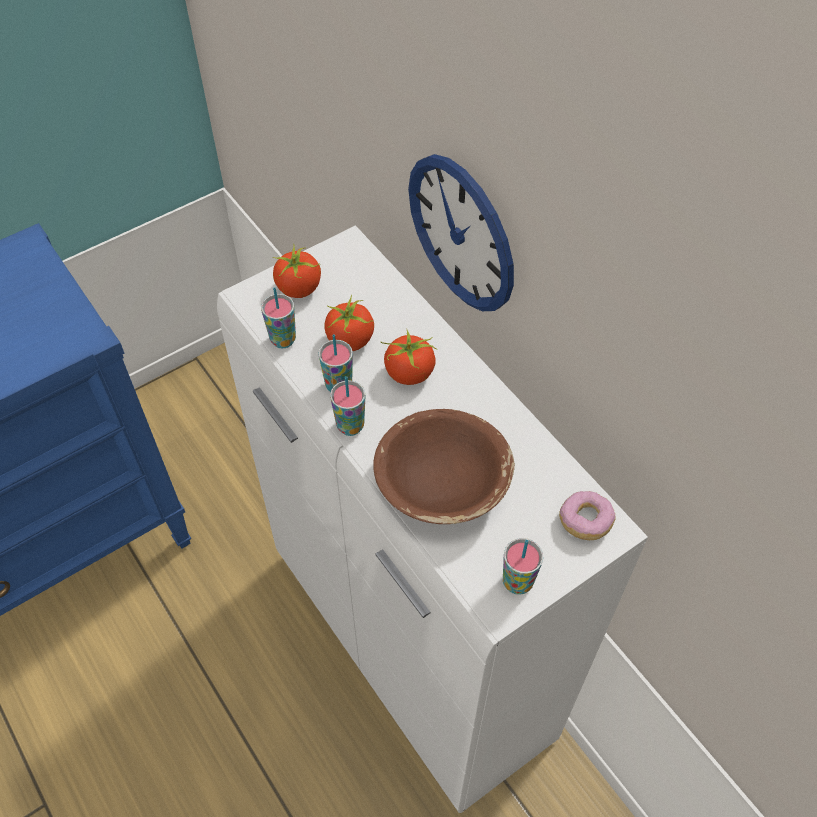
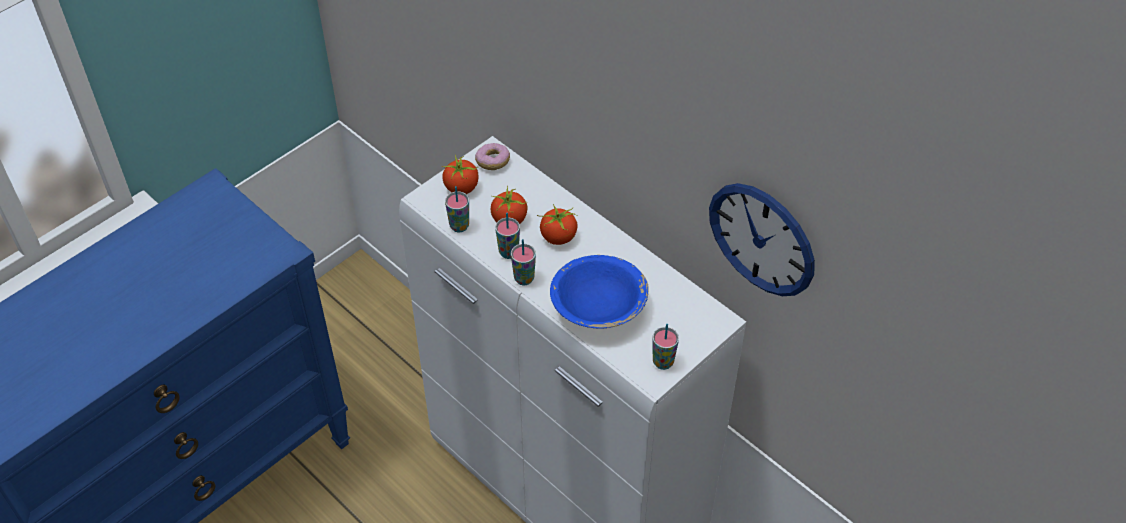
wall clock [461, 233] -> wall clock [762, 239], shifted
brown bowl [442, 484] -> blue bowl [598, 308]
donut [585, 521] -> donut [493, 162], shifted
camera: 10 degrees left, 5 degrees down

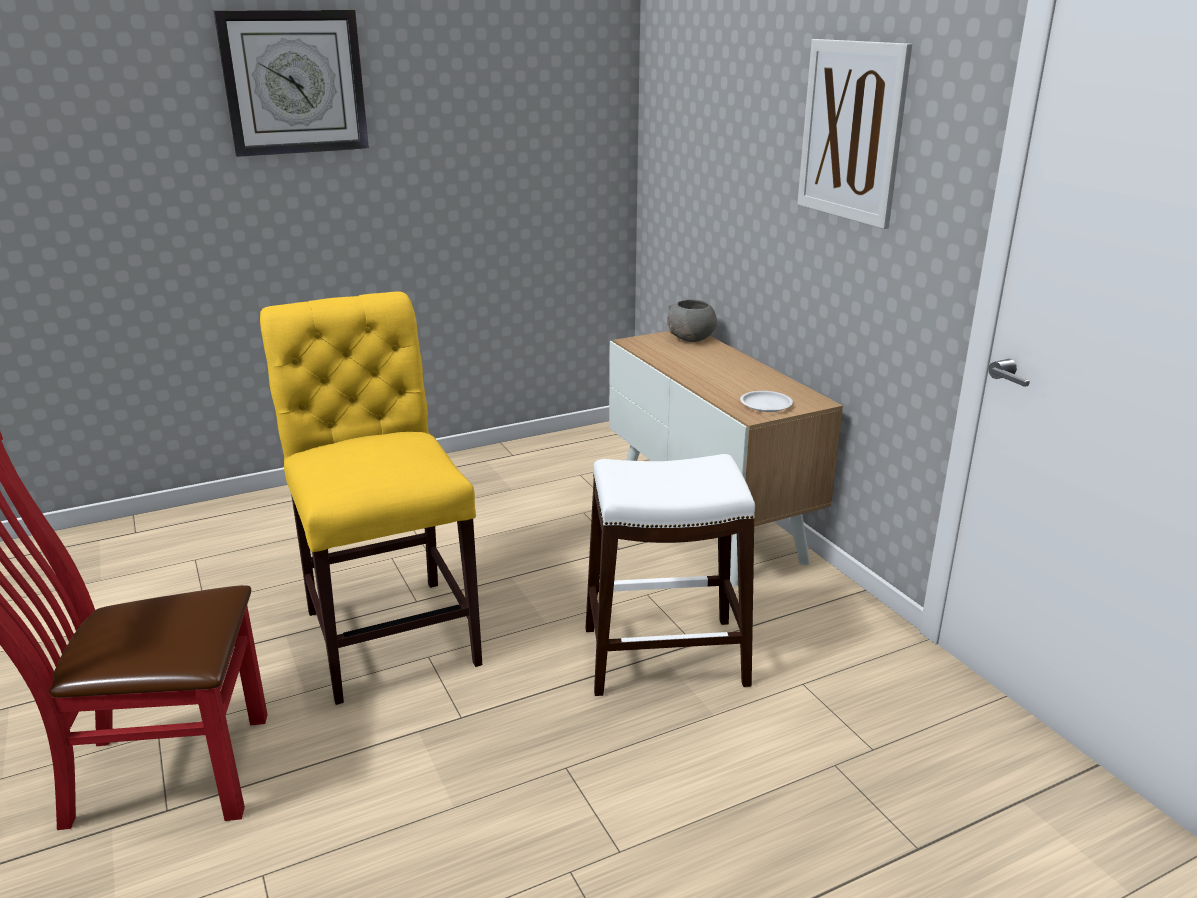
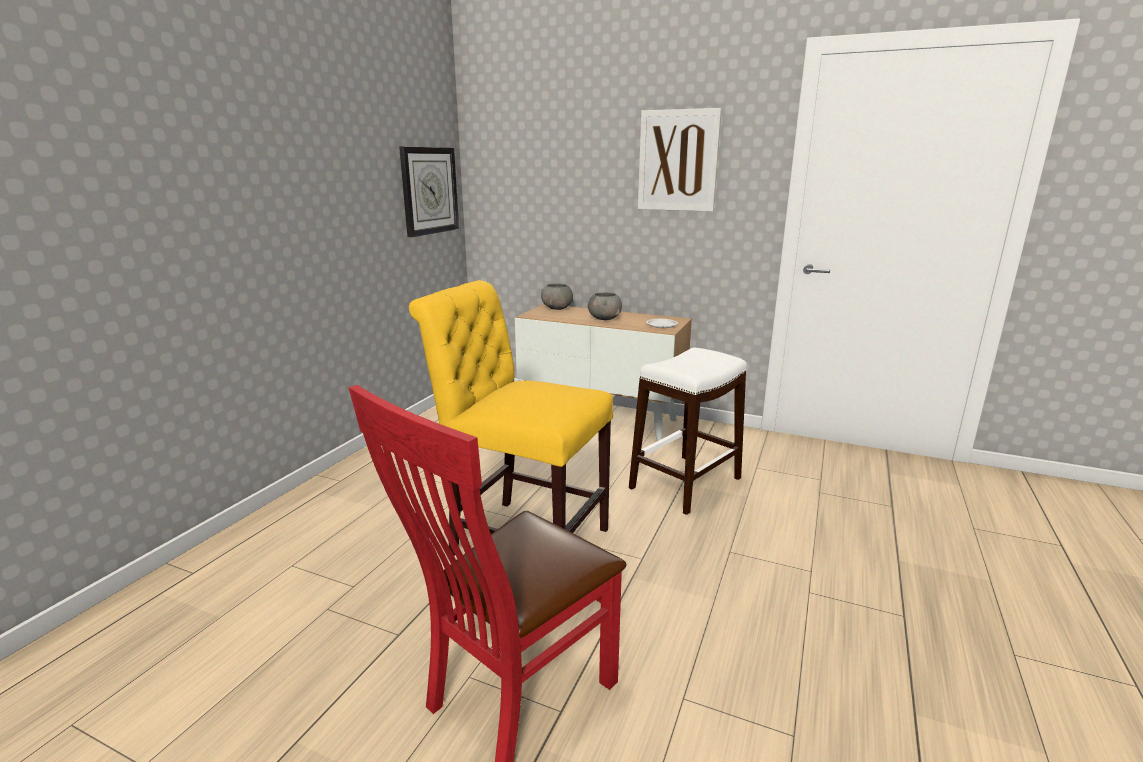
wall clock [294, 82] -> wall clock [429, 190], shifted
none -> grey bowl [604, 318]
camera: 40 degrees left, 5 degrees down

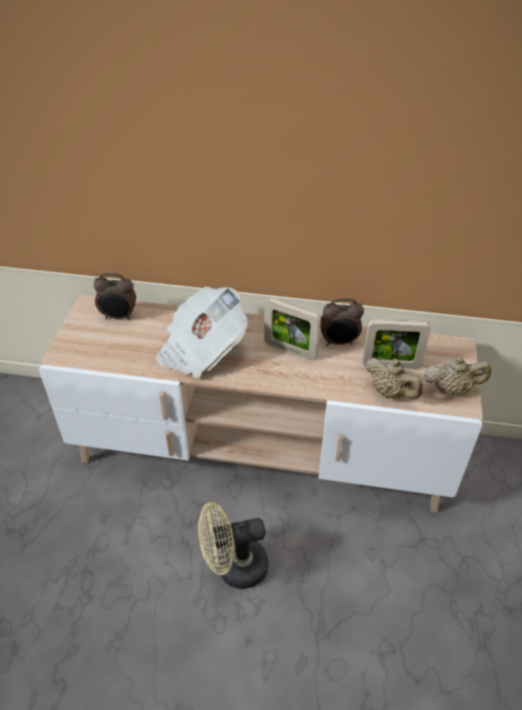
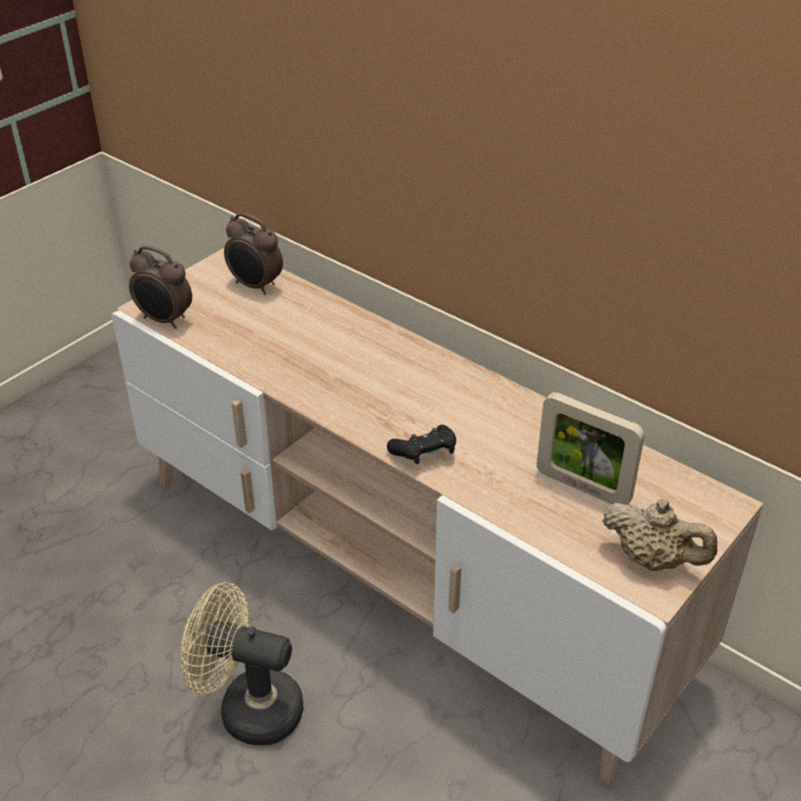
newspaper [201, 349] -> none
picture frame [290, 350] -> none
alarm clock [339, 342] -> alarm clock [164, 320], shifted
beige teapot [390, 392] -> none
none -> black game controller [424, 454]
camera: 30 degrees right, 5 degrees down

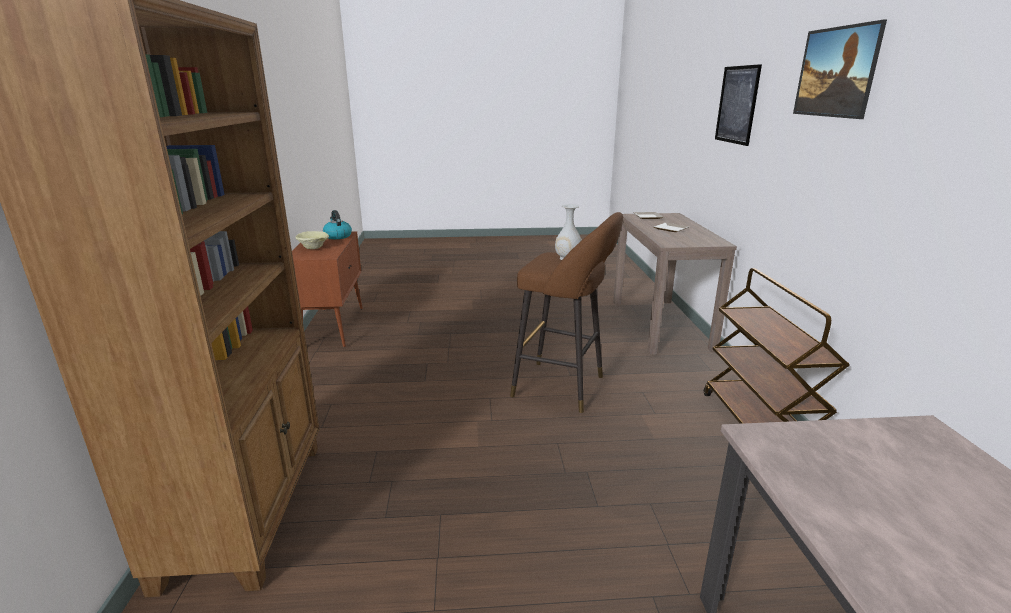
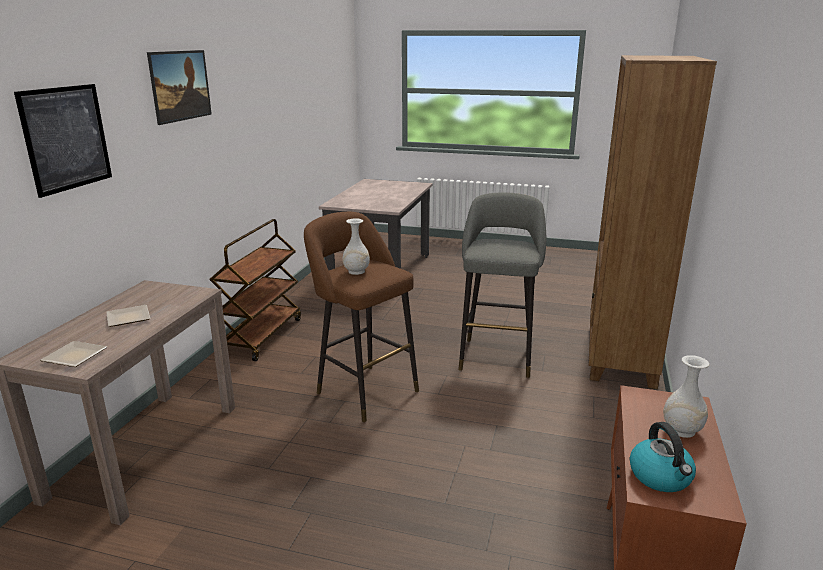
beige bowl [314, 247] -> white vase [681, 430]
none -> grey stool [496, 355]
camera: 160 degrees left, 0 degrees up

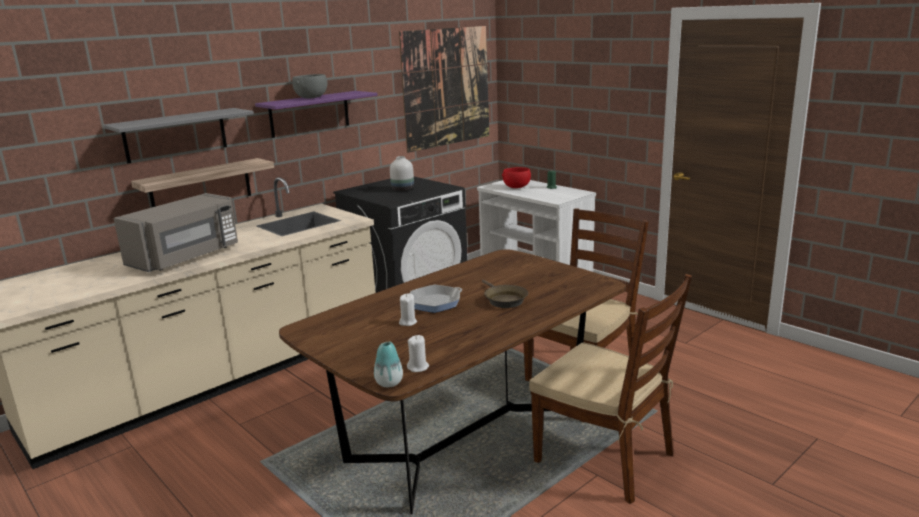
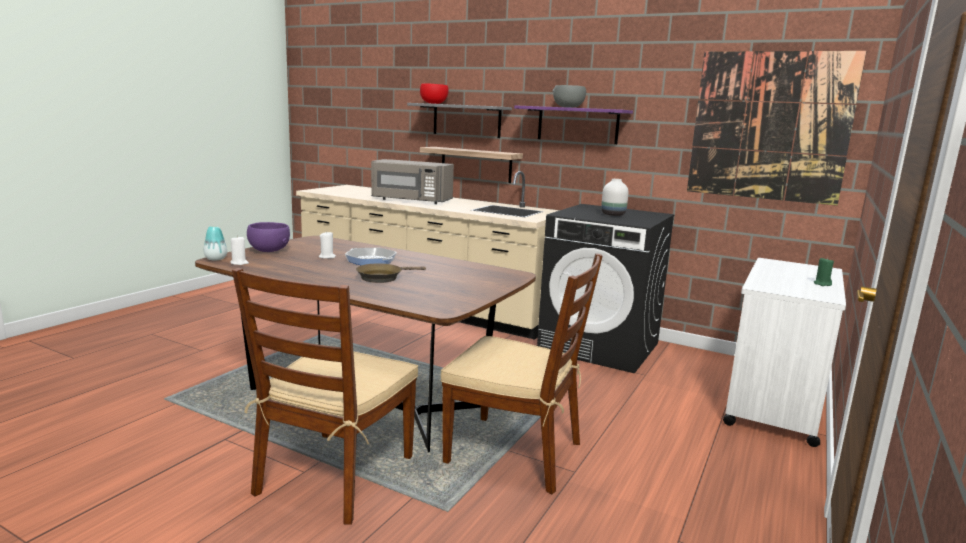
red bowl [517, 187] -> red bowl [433, 103], shifted
none -> purple bowl [269, 250]
camera: 70 degrees right, 5 degrees down

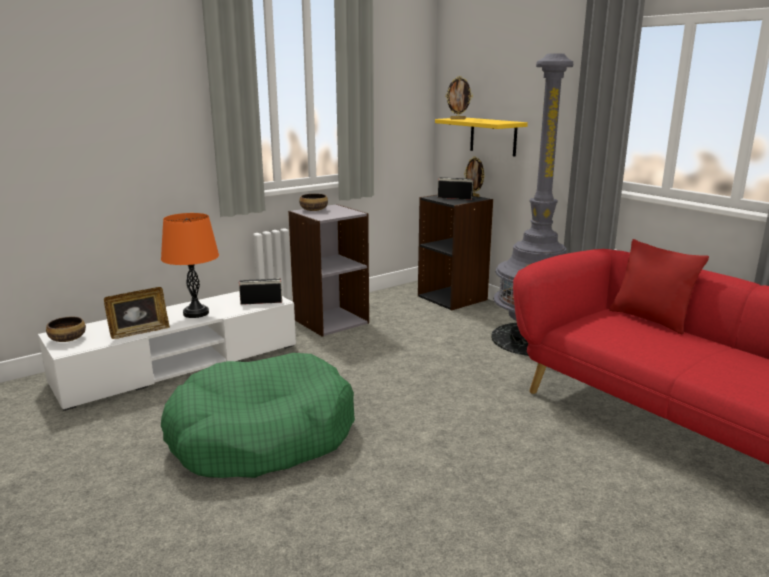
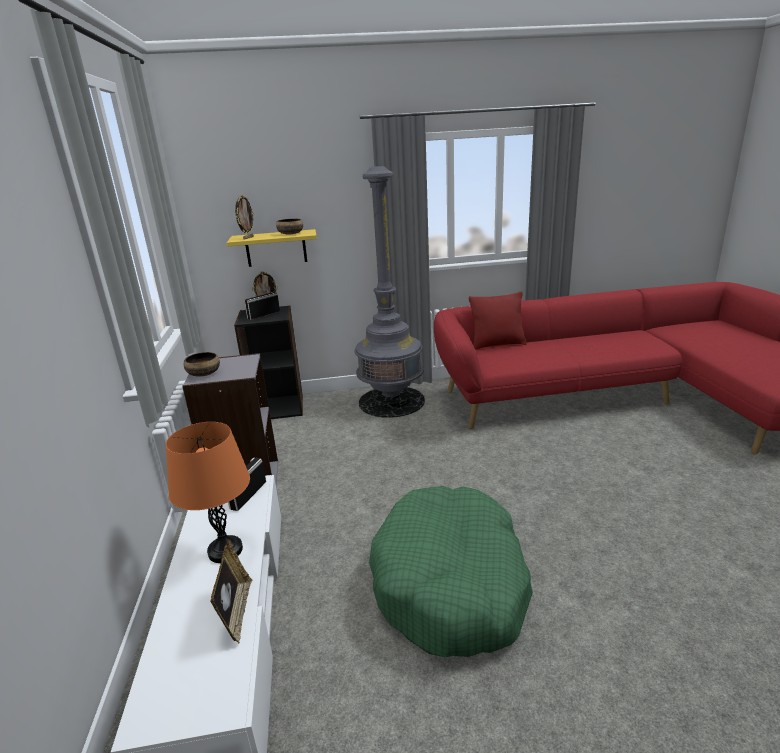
bowl [68, 338] -> bowl [290, 234], shifted
camera: 60 degrees left, 5 degrees up

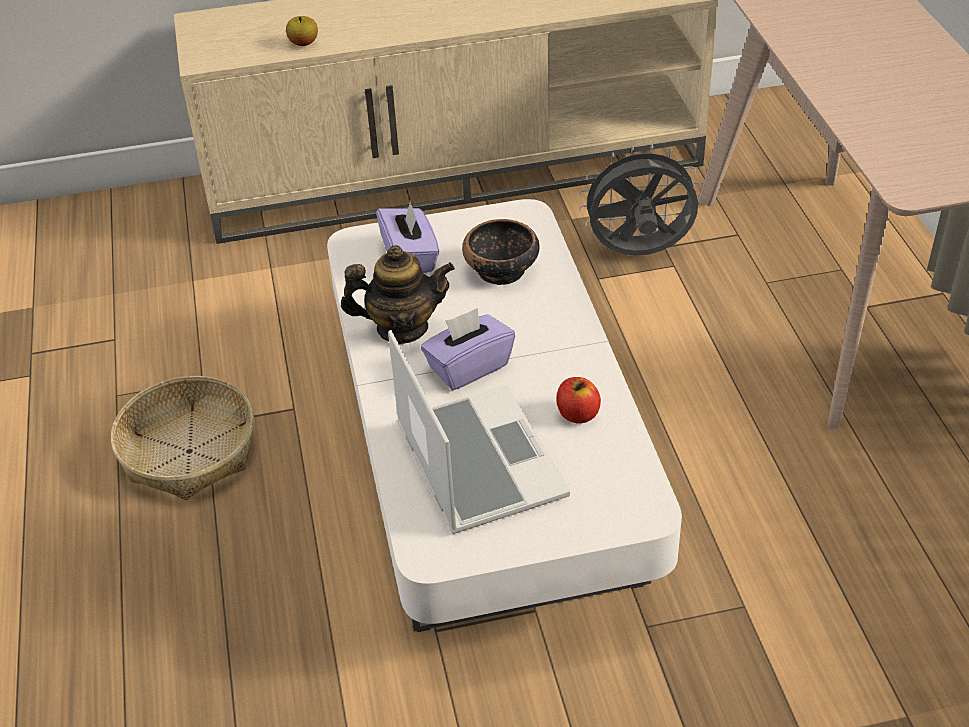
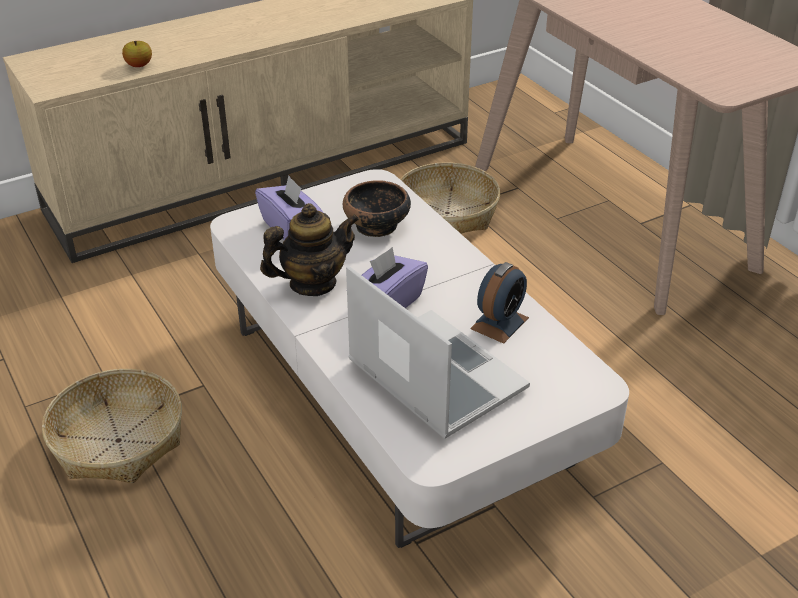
grey fan [638, 254] -> basket [447, 213]
apple [577, 414] -> alarm clock [499, 323]
camera: 20 degrees left, 5 degrees down

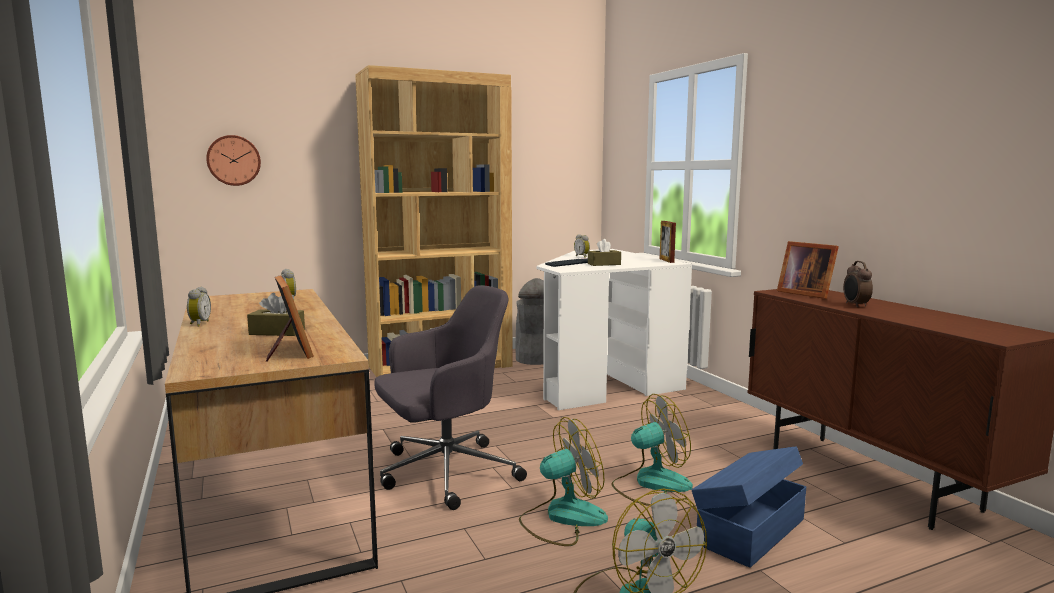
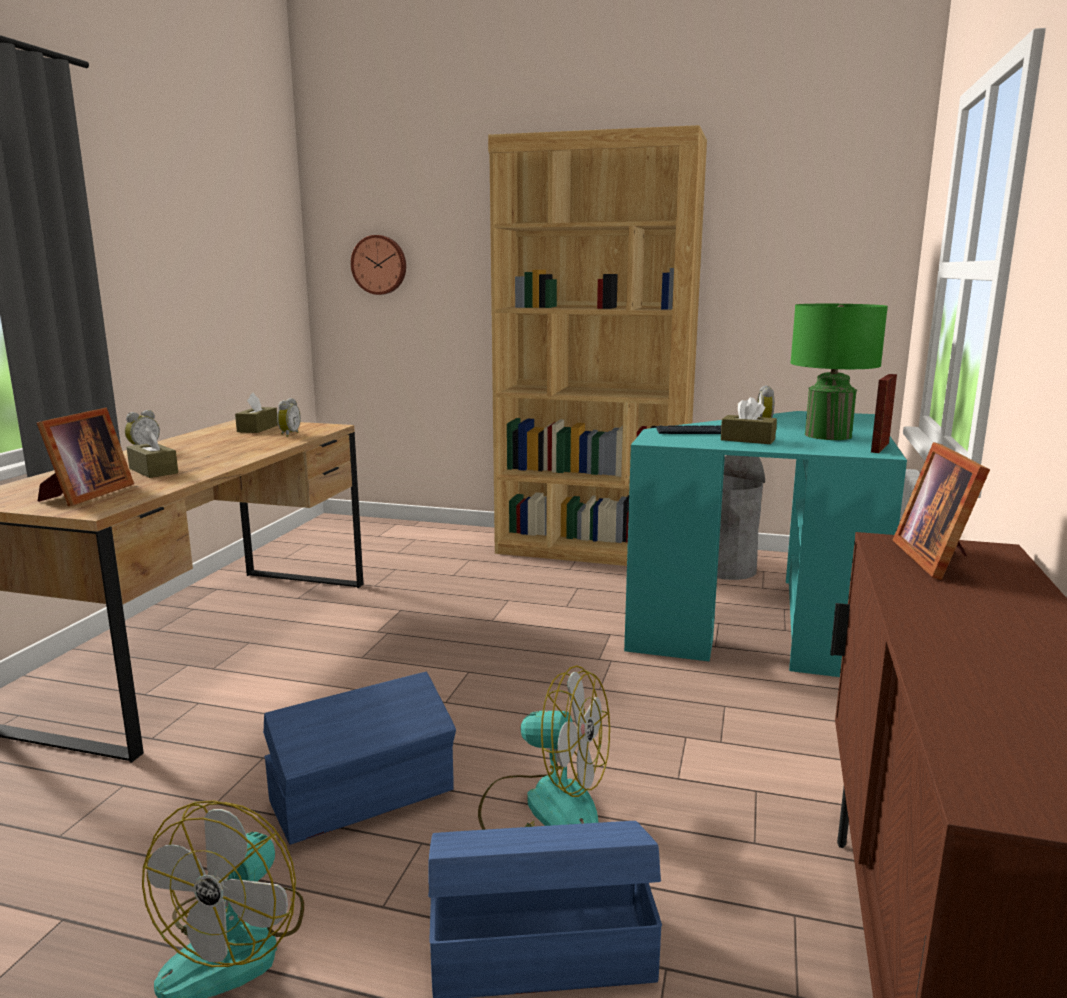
white desk [602, 379] -> turquoise desk [768, 625]
alarm clock [855, 305] -> none
grey office chair [445, 473] -> none
fan [562, 518] -> blue storage box [365, 796]
none -> green table lamp [828, 435]
none -> brown tissue box [257, 428]
camera: 40 degrees right, 5 degrees up

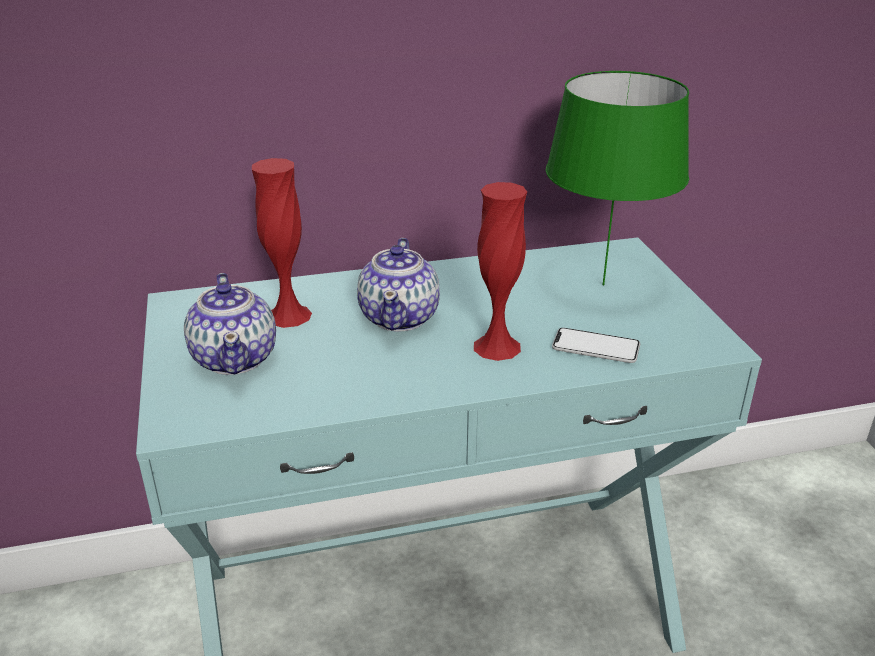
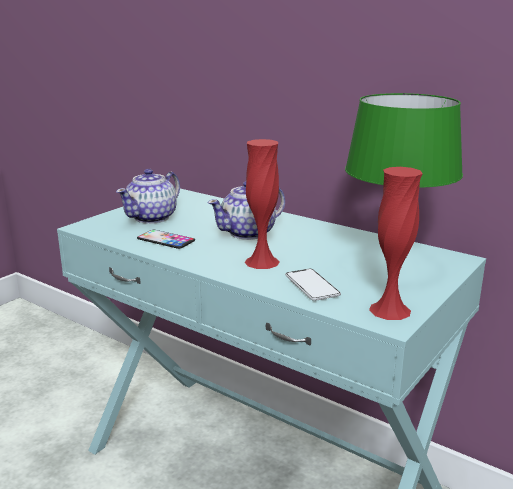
red vase [288, 315] -> red vase [390, 310], shifted
none -> phone [166, 239]
camera: 50 degrees right, 10 degrees down

